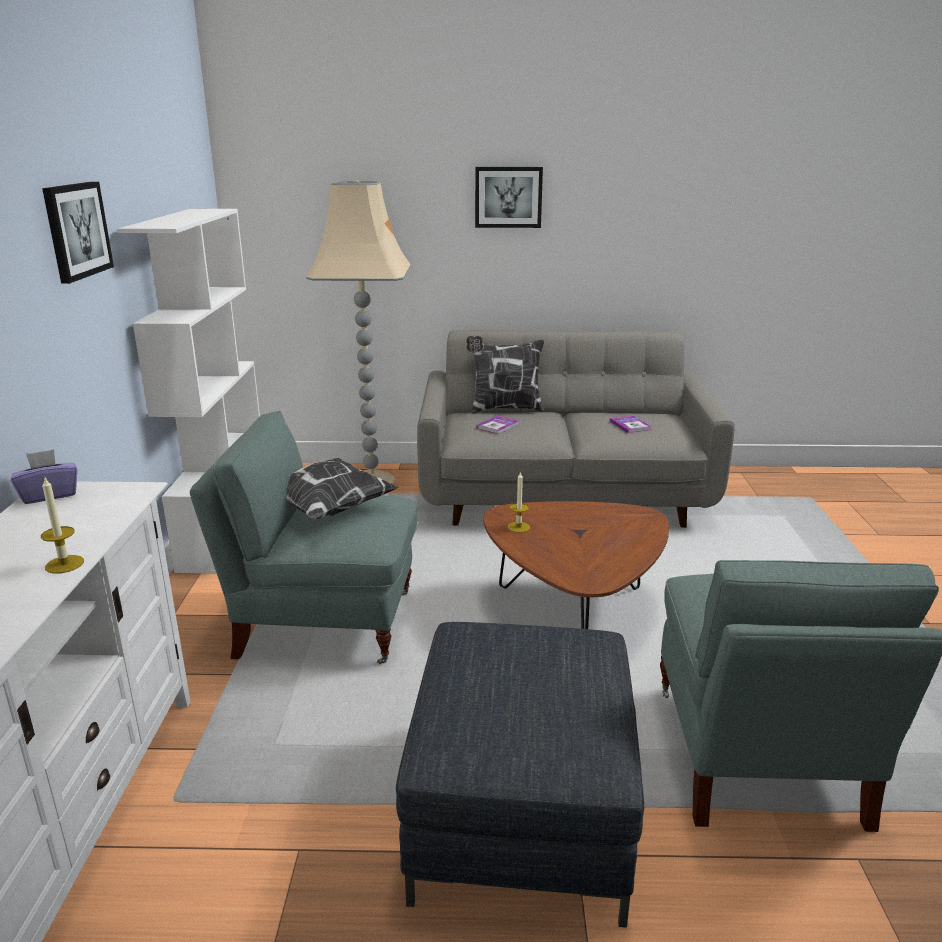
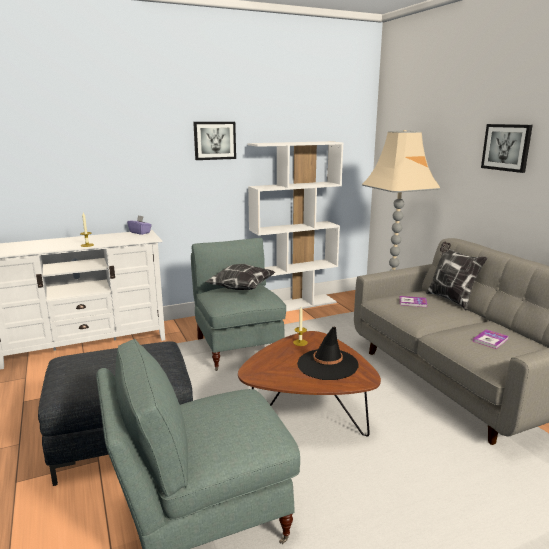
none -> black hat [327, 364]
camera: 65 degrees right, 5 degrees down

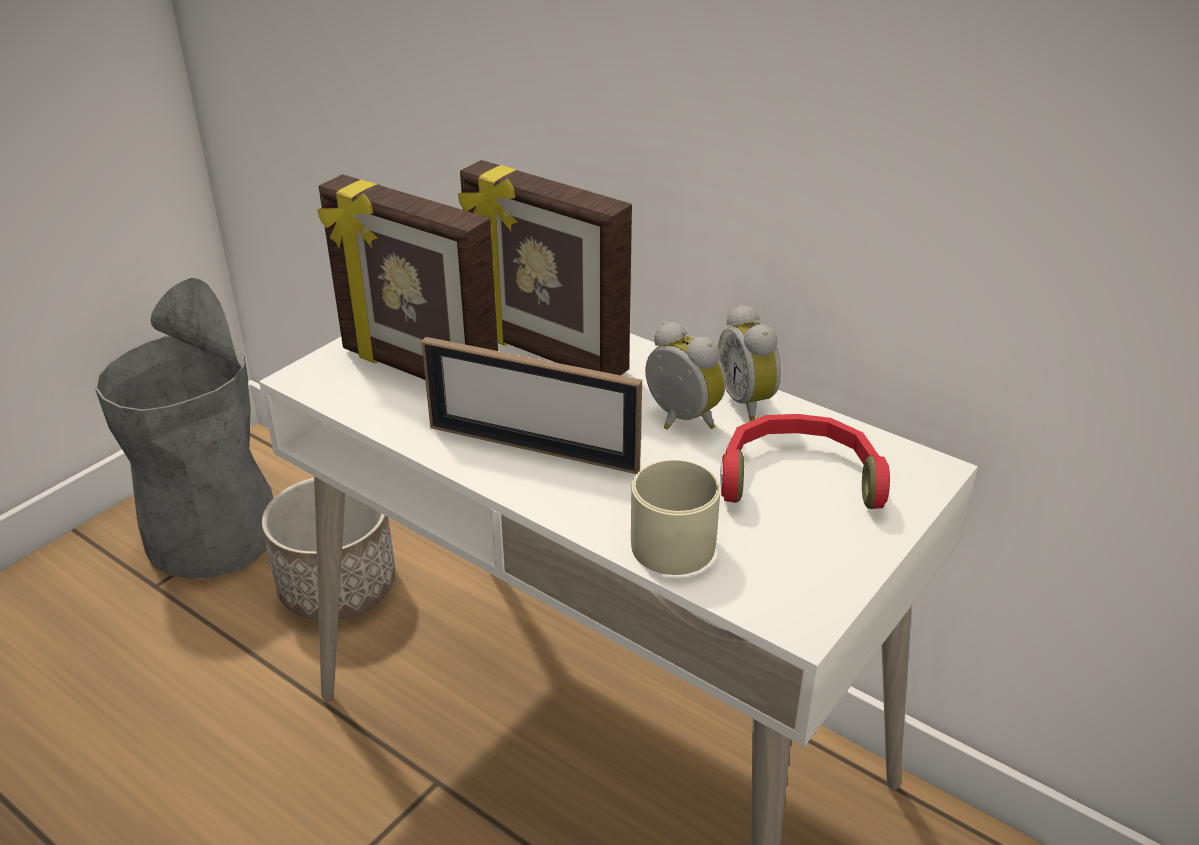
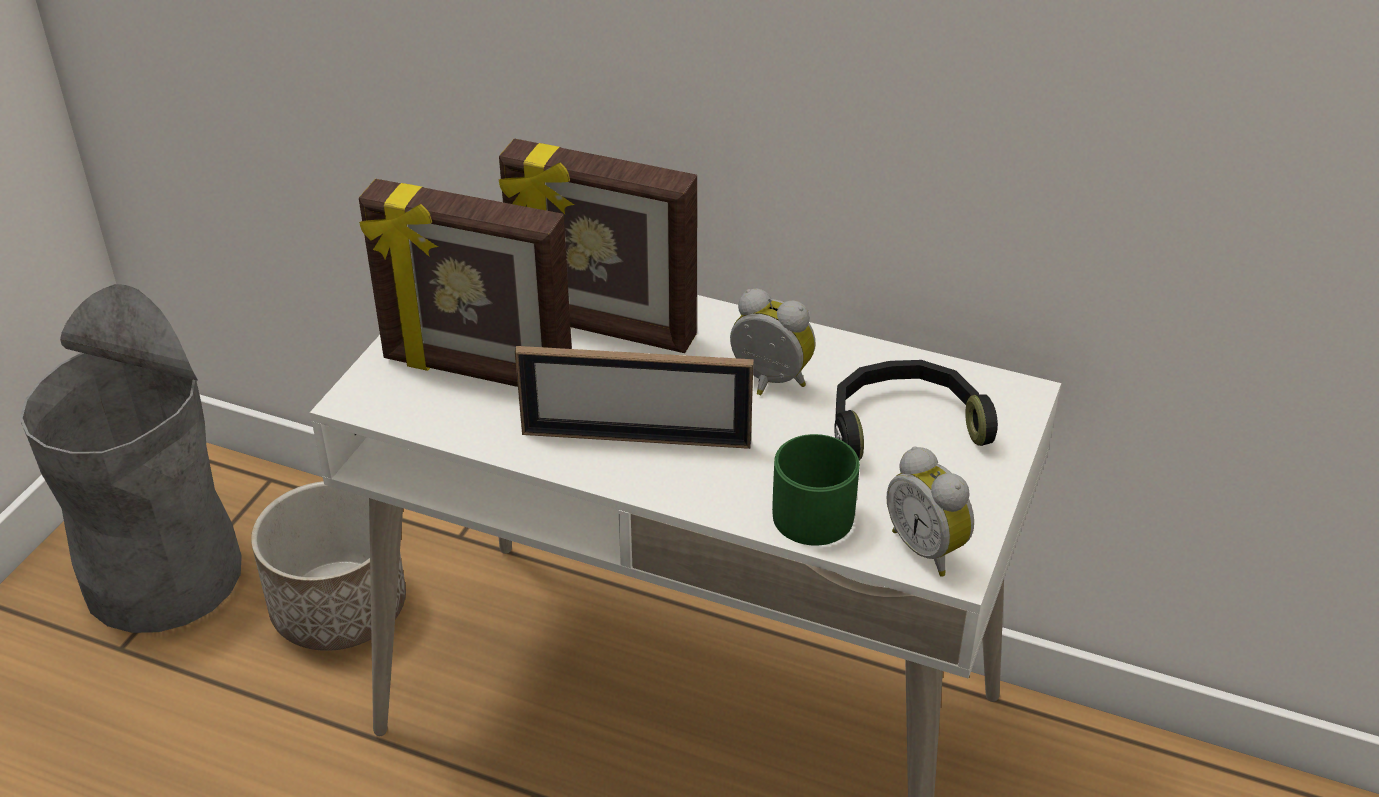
alarm clock [749, 402] -> alarm clock [928, 548], shifted
red headphones [798, 477] -> black headphones [903, 425]
beige mug [674, 538] -> green mug [811, 508]
camera: 15 degrees left, 5 degrees up

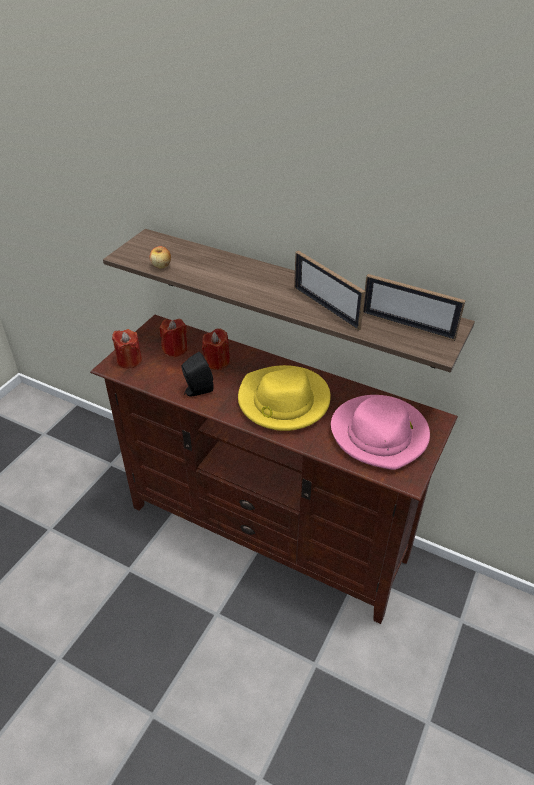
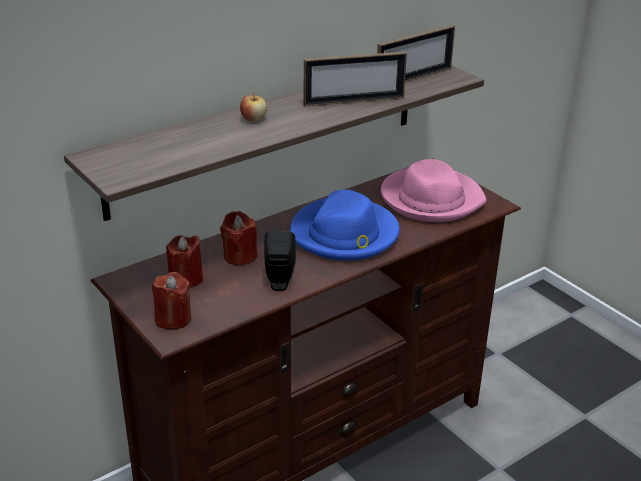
apple [161, 266] -> apple [253, 119], shifted
yellow hat [283, 401] -> blue hat [344, 234]
camera: 65 degrees left, 10 degrees down

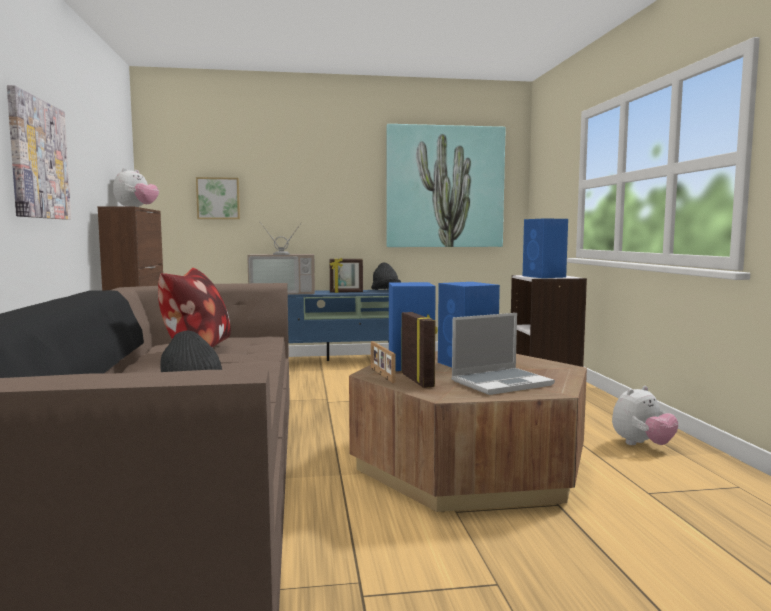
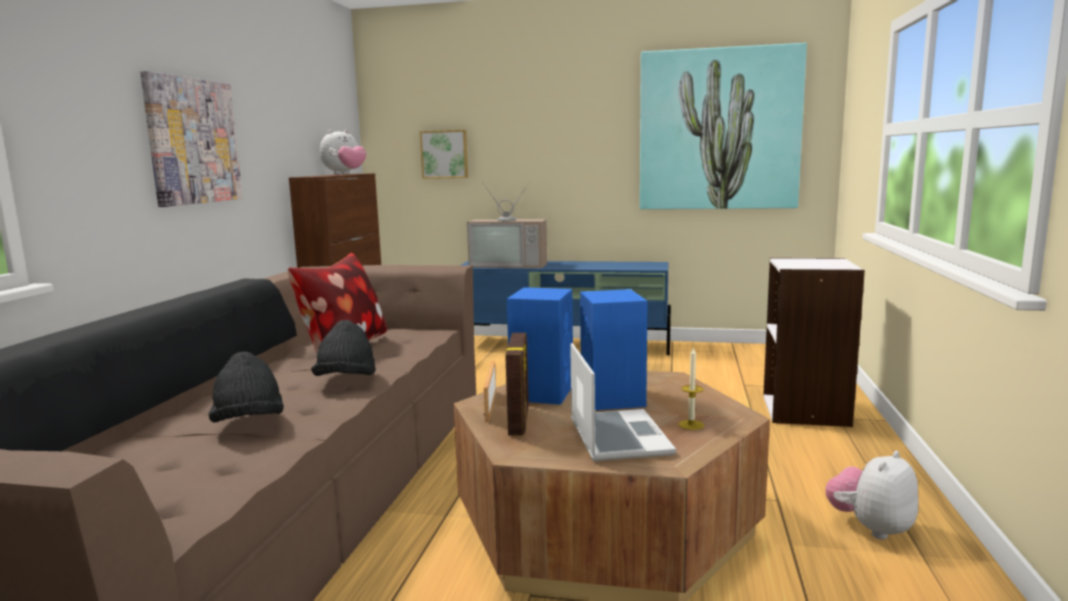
blue speaker [544, 276] -> none
picture frame [346, 292] -> none
black hat [385, 291] -> black hat [346, 381], shifted
laptop [501, 383] -> laptop [617, 437], 90 degrees counterclockwise
plush toy [642, 445] -> plush toy [871, 528], 150 degrees clockwise
none -> candle [691, 425]
camera: 20 degrees right, 5 degrees up

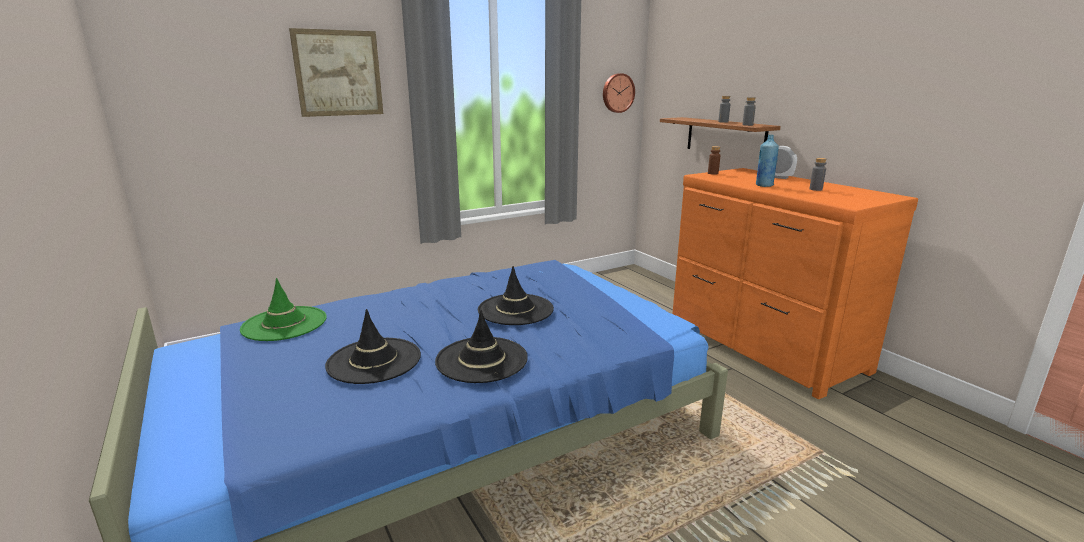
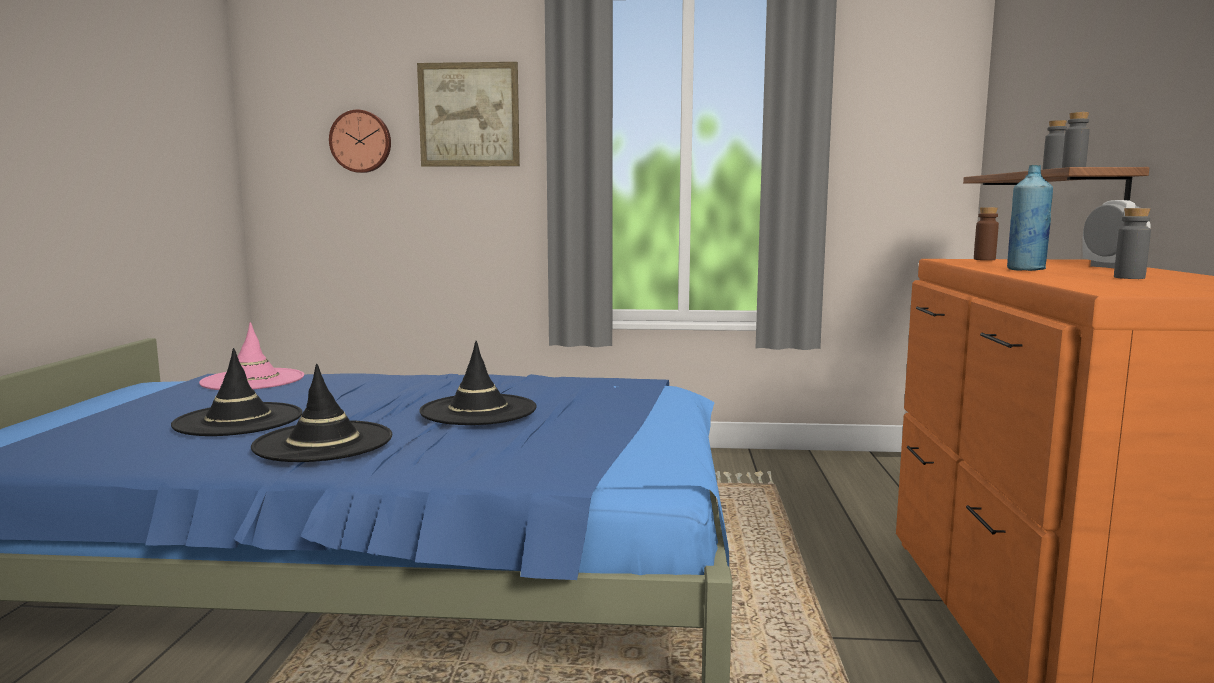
wall clock [617, 93] -> wall clock [361, 141], shifted
green hat [284, 324] -> pink hat [252, 380]
camera: 35 degrees right, 10 degrees down

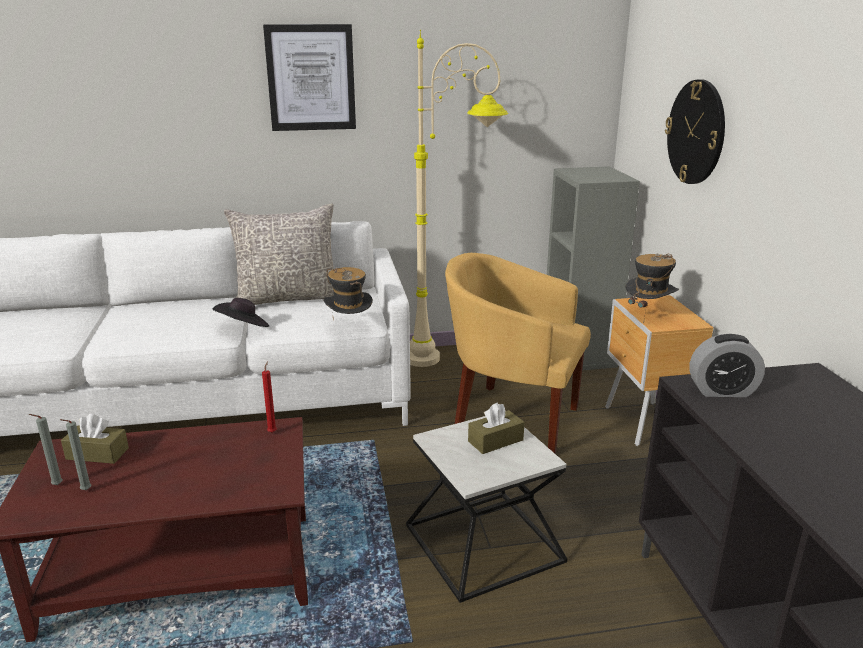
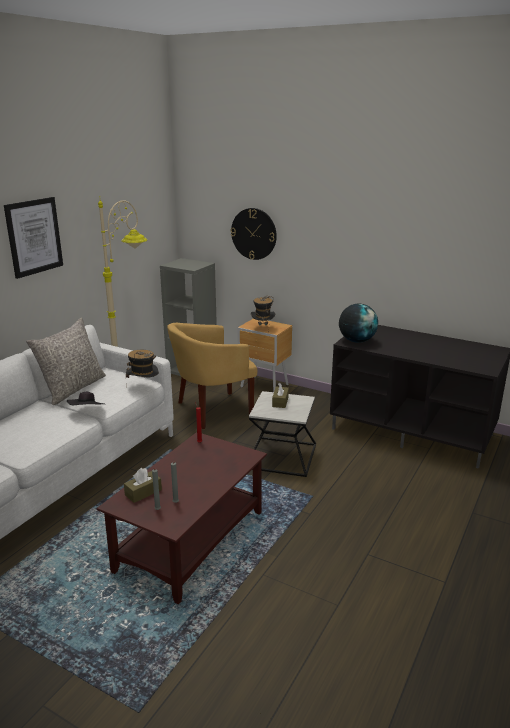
alarm clock [722, 391] -> globe [357, 341]
camera: 50 degrees left, 0 degrees up

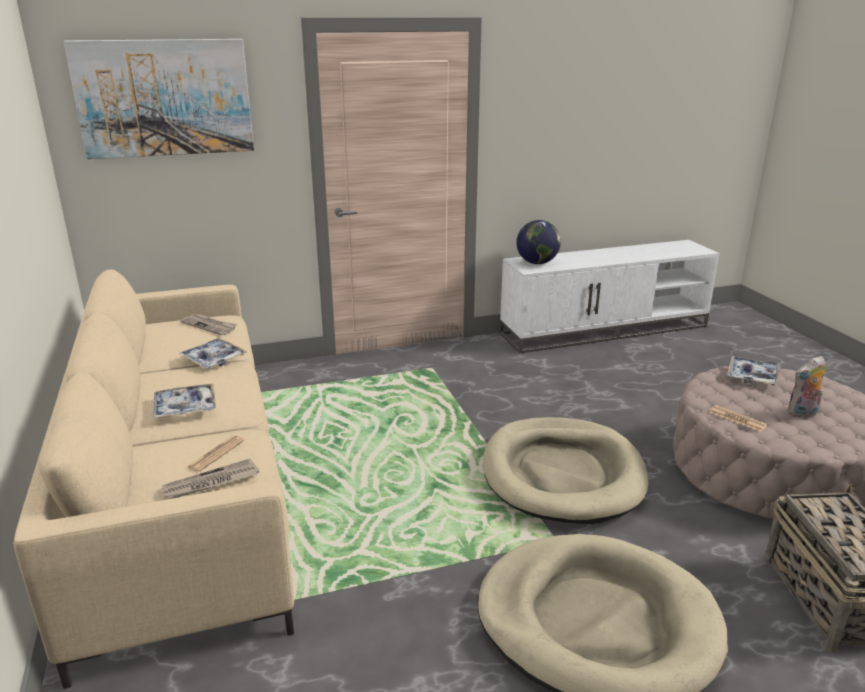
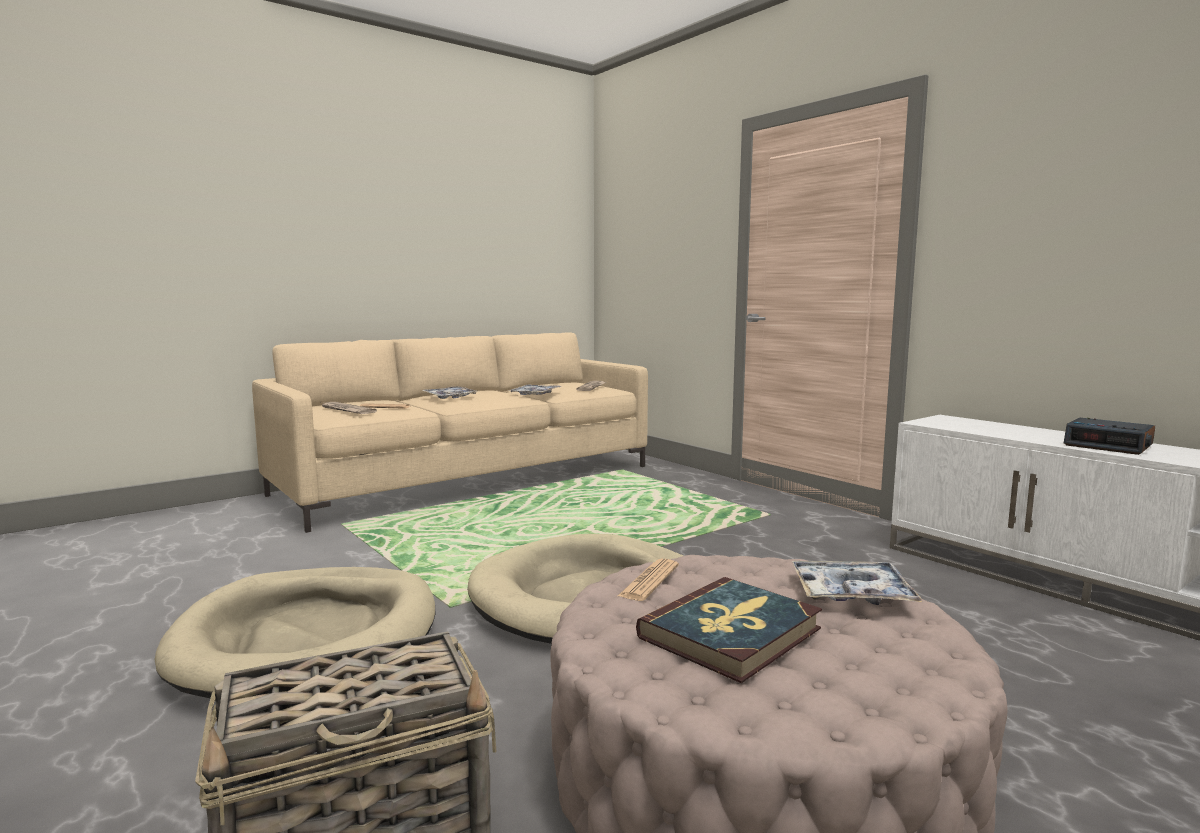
picture [164, 98] -> none
globe [537, 263] -> none
plush toy [803, 413] -> book [731, 633]
none -> alarm clock [1109, 445]
camera: 70 degrees right, 15 degrees down

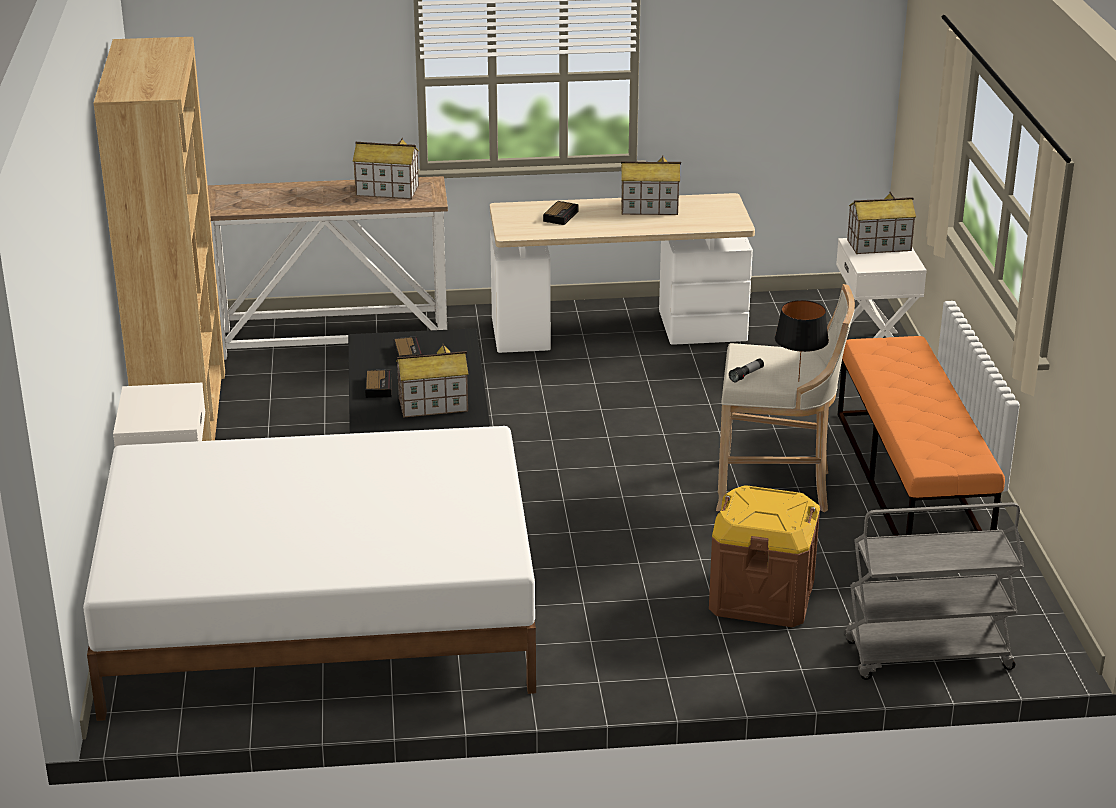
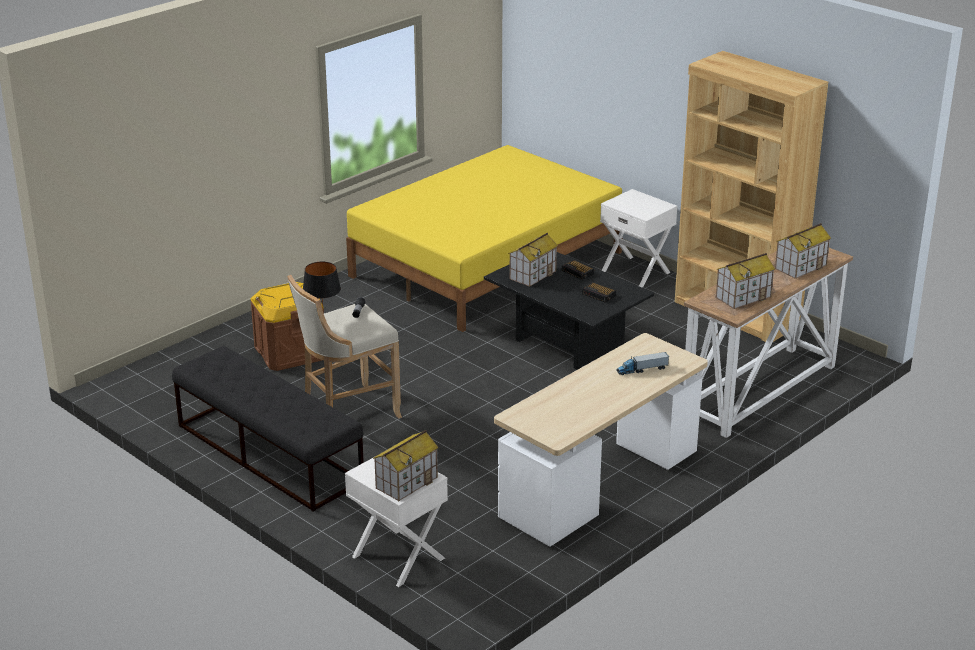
toy house [649, 208] -> toy house [800, 266], shifted
alarm clock [561, 216] -> toy truck [642, 369]
orange bench [910, 481] -> black bench [268, 453]
white bed [320, 616] -> yellow bed [487, 264]
grey cart [926, 656] -> none
camera: 140 degrees right, 0 degrees up

